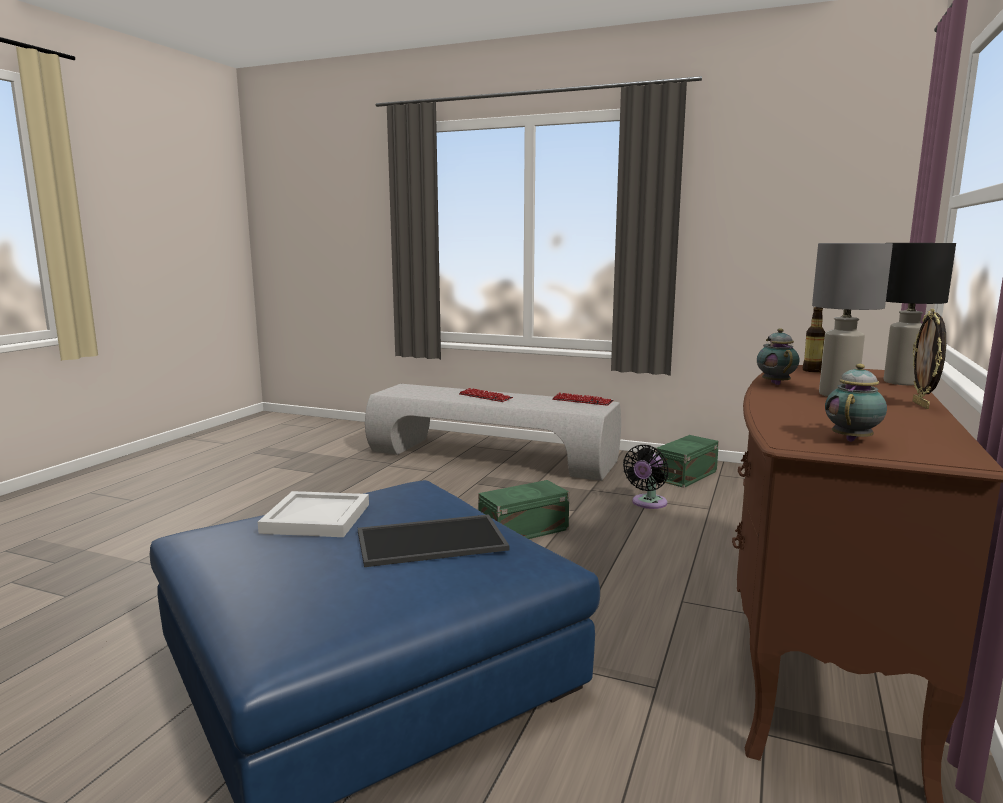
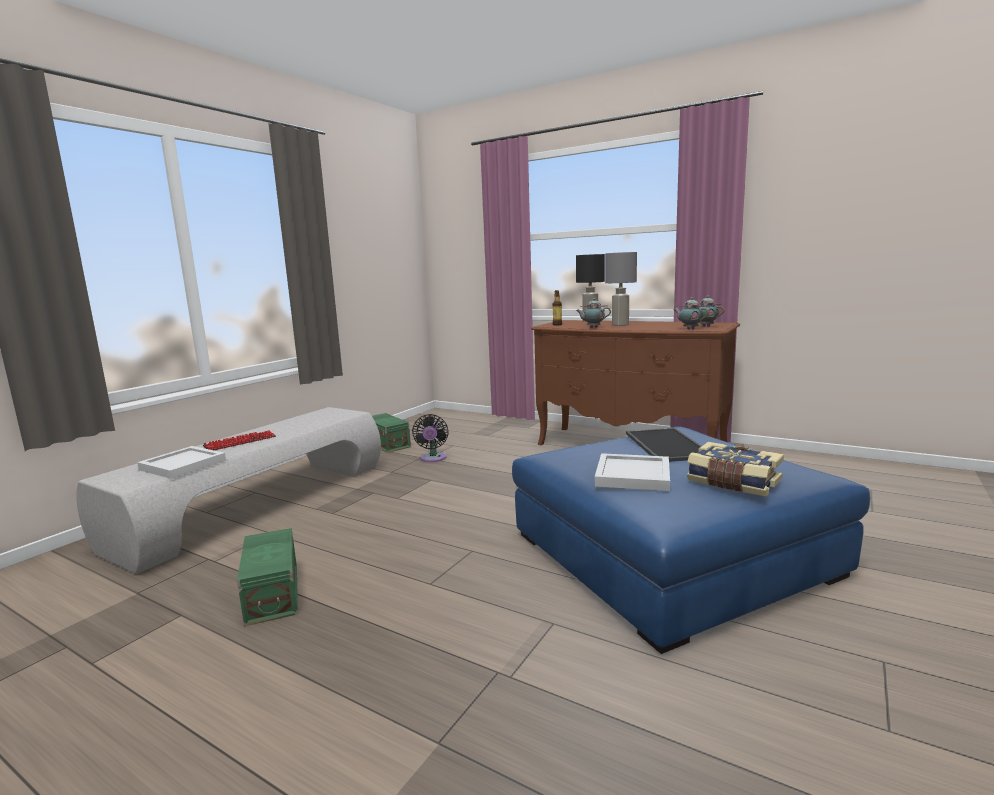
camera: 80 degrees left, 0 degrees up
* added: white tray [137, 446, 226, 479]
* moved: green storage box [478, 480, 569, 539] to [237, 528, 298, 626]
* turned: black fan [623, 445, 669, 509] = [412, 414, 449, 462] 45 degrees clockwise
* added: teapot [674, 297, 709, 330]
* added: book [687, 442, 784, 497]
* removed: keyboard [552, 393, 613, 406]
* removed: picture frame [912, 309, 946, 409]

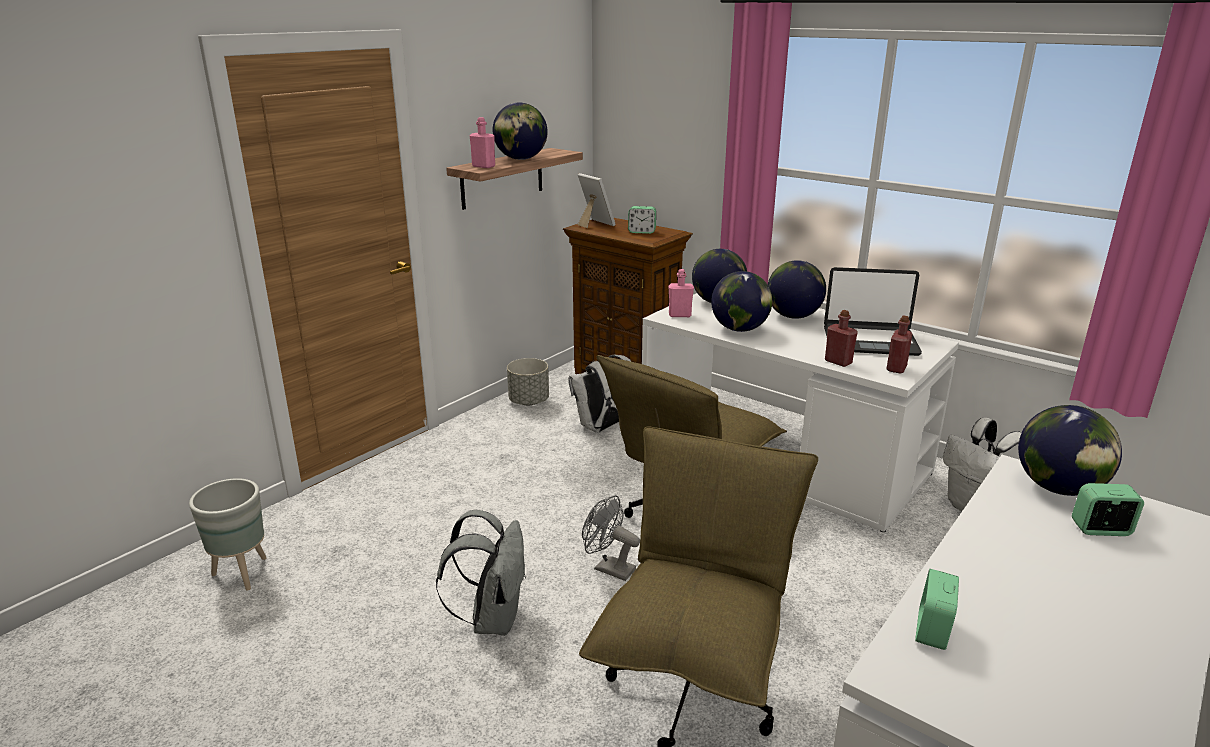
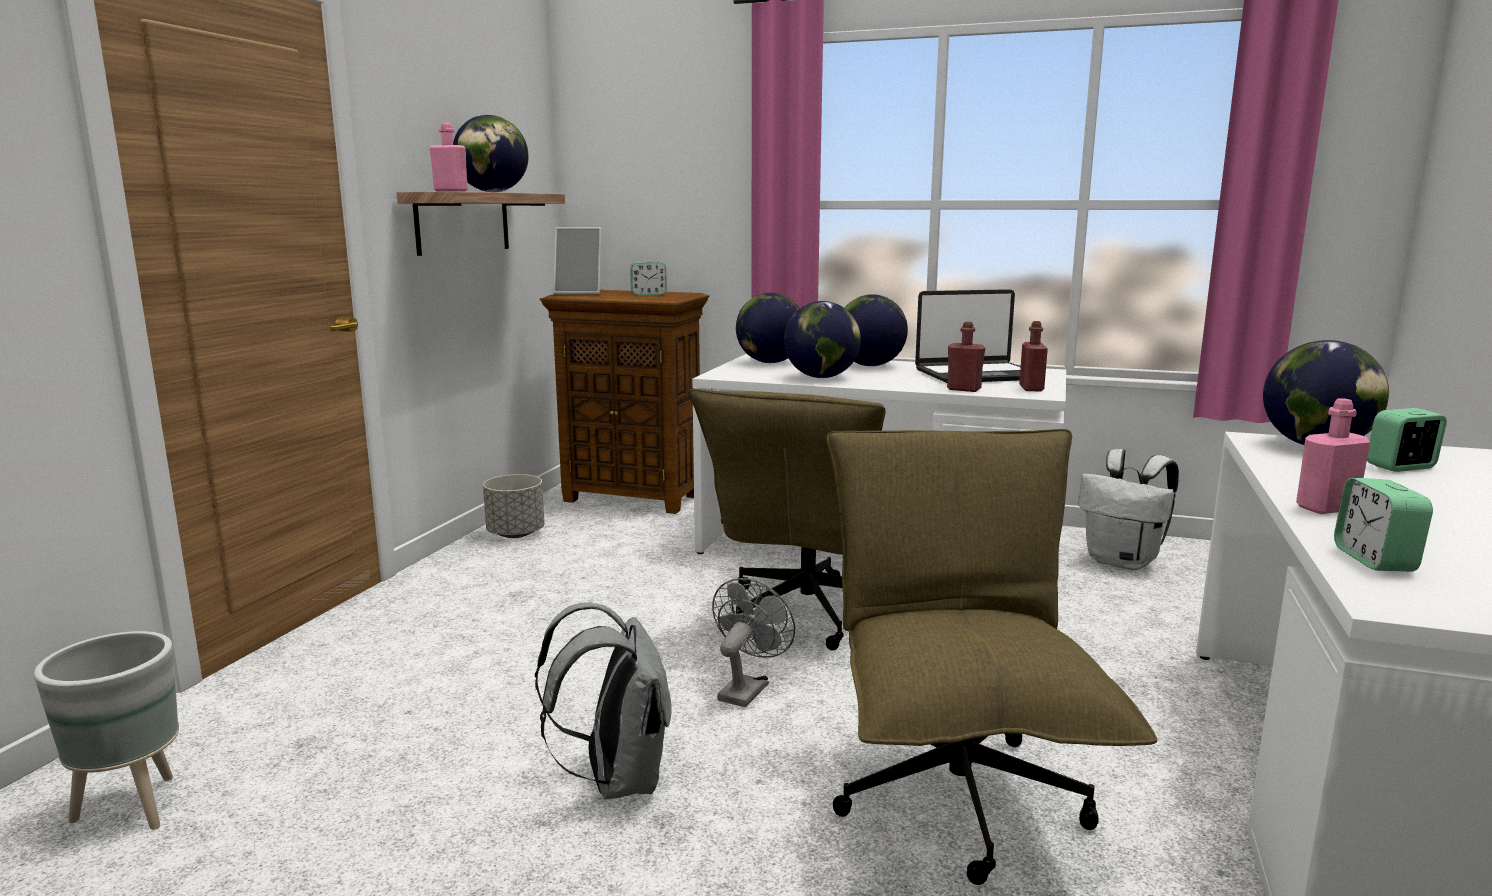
camera: 20 degrees left, 10 degrees down
* turned: picture frame [578, 173, 616, 228] = [553, 227, 601, 295] 150 degrees clockwise
* turned: grey fan [582, 495, 640, 581] = [712, 578, 795, 707] 105 degrees clockwise
* moved: pink bottle [668, 269, 694, 317] to [1296, 398, 1370, 514]
* removed: white backpack [568, 355, 632, 433]

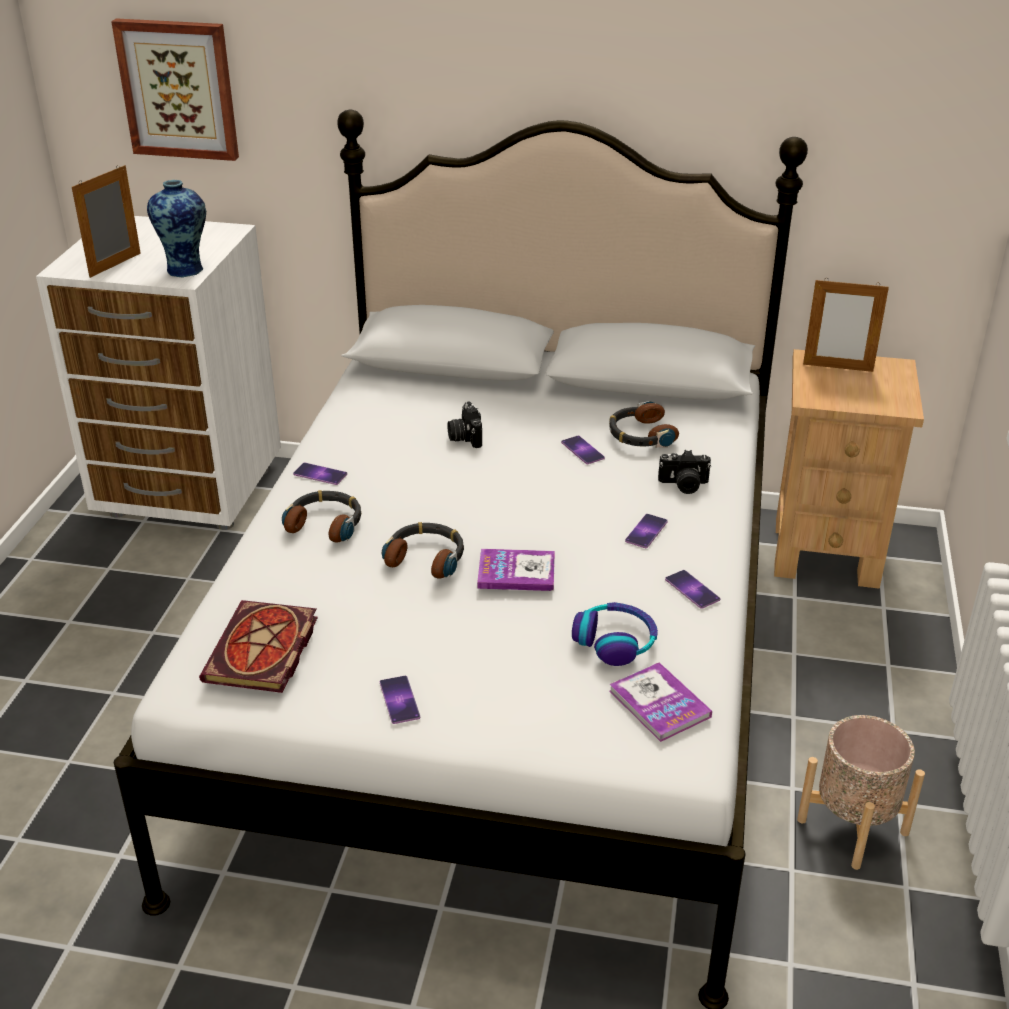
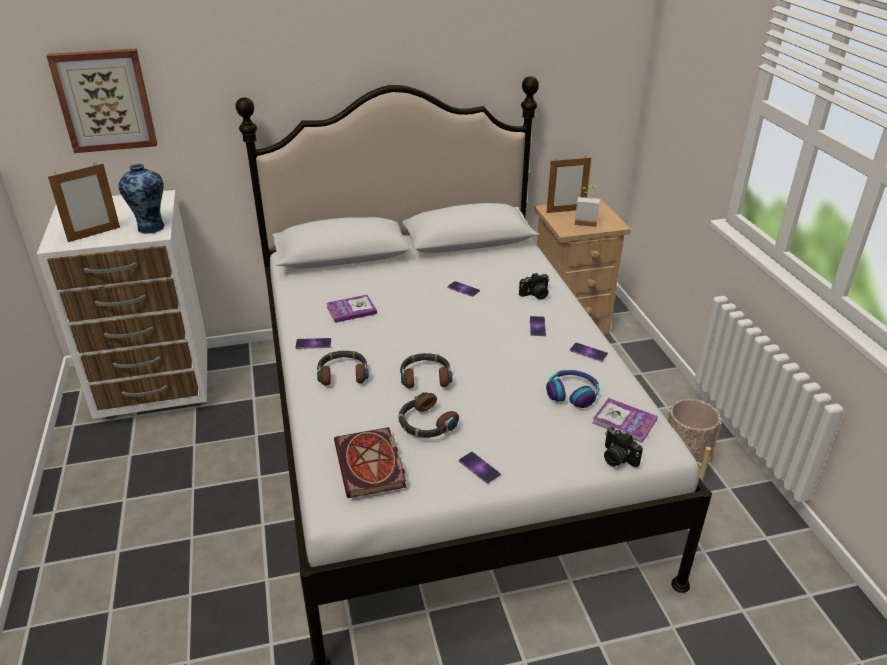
camera: 25 degrees left, 0 degrees up
* turned: picture frame [72, 165, 141, 278] = [48, 164, 120, 242] 135 degrees counterclockwise
* moved: book [477, 549, 555, 591] to [326, 294, 377, 323]
* moved: headphones [609, 401, 679, 448] to [399, 392, 459, 438]
* added: potted plant [575, 185, 600, 227]
* moved: photo camera [447, 402, 482, 448] to [604, 427, 643, 467]

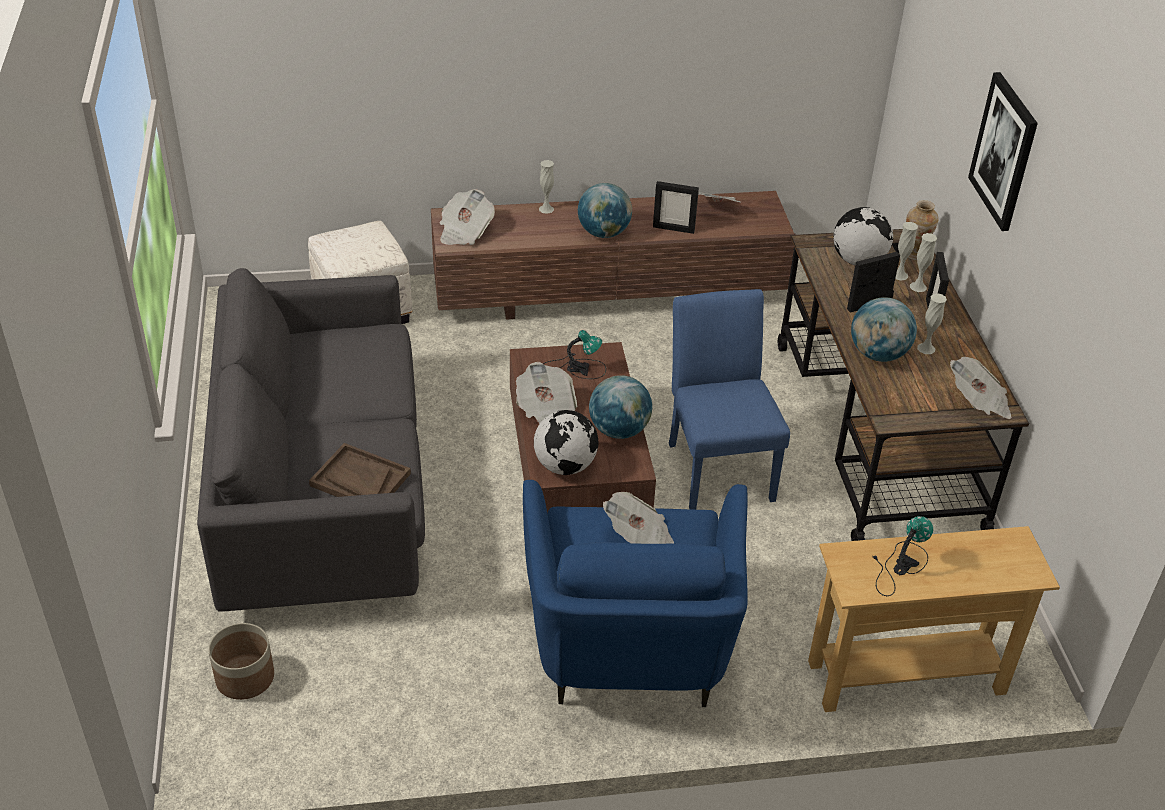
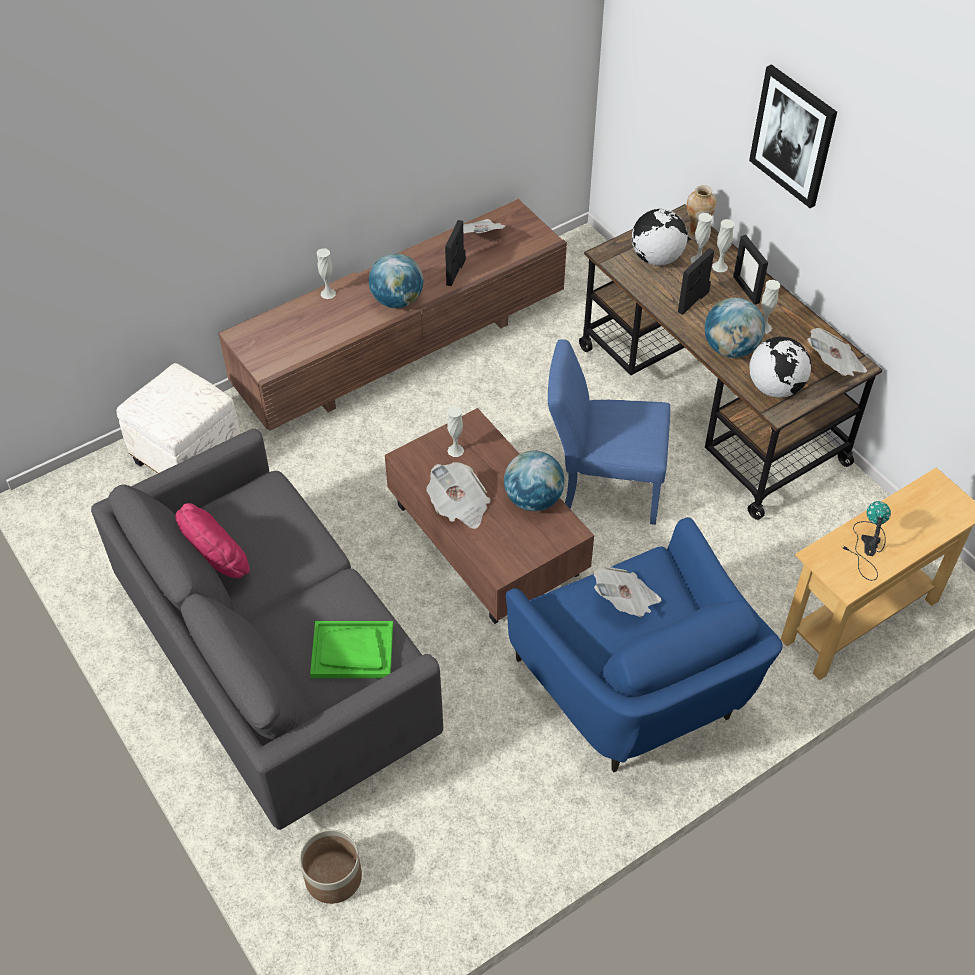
camera: 25 degrees left, 10 degrees up
* added: pink pillow [175, 503, 250, 578]
* recoloured: brown tray [309, 443, 411, 497] to green tray [310, 621, 393, 678]
* turned: picture frame [653, 181, 699, 234] = [445, 220, 466, 286] 120 degrees clockwise
* replaced: table lamp [543, 330, 606, 379] to white vase [447, 406, 464, 457]
* turned: blue chair [669, 289, 790, 510] = [548, 339, 670, 525] 45 degrees counterclockwise
* moved: globe [534, 410, 599, 475] to [749, 337, 811, 398]
* removed: newspaper [440, 189, 495, 245]

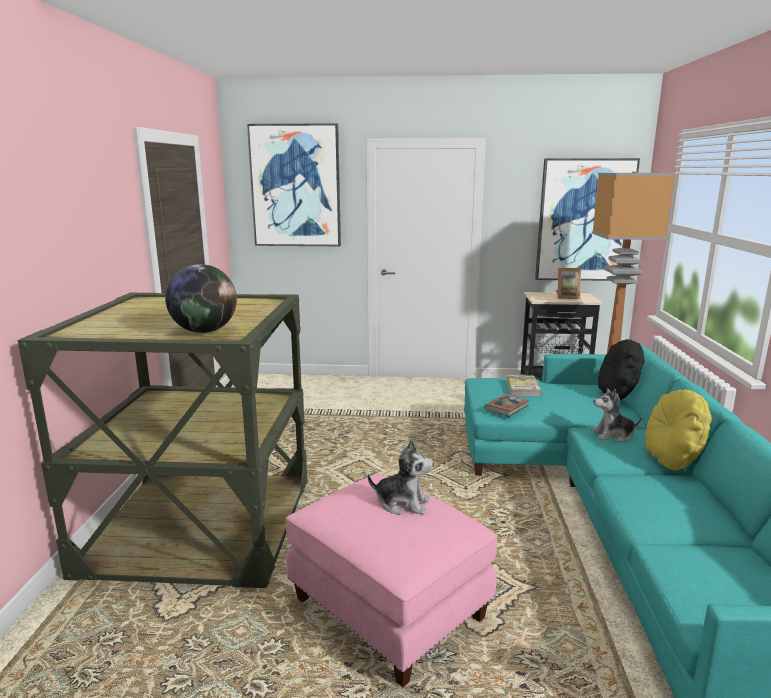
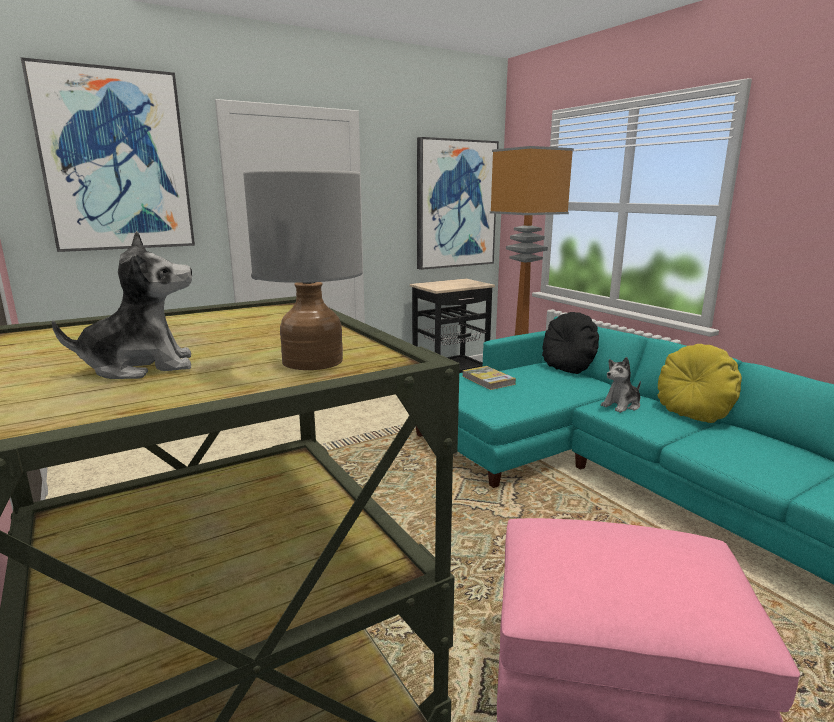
camera: 35 degrees left, 0 degrees up
* moved: plush toy [368, 439, 434, 515] to [52, 231, 192, 379]
* replaced: globe [165, 264, 237, 333] to grey table lamp [243, 170, 363, 370]
* removed: book [485, 394, 529, 417]
* removed: picture frame [556, 268, 581, 299]

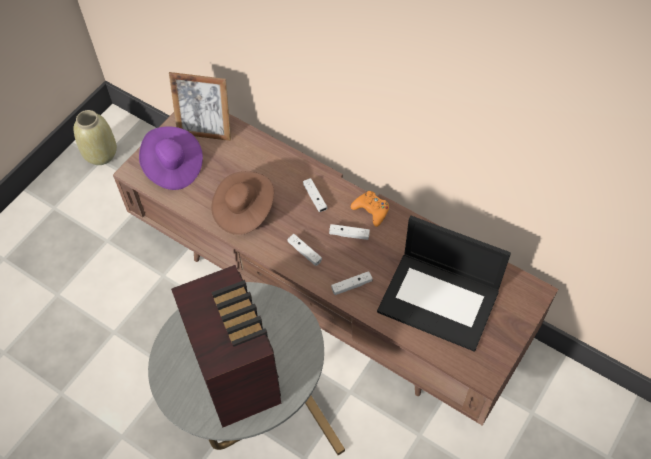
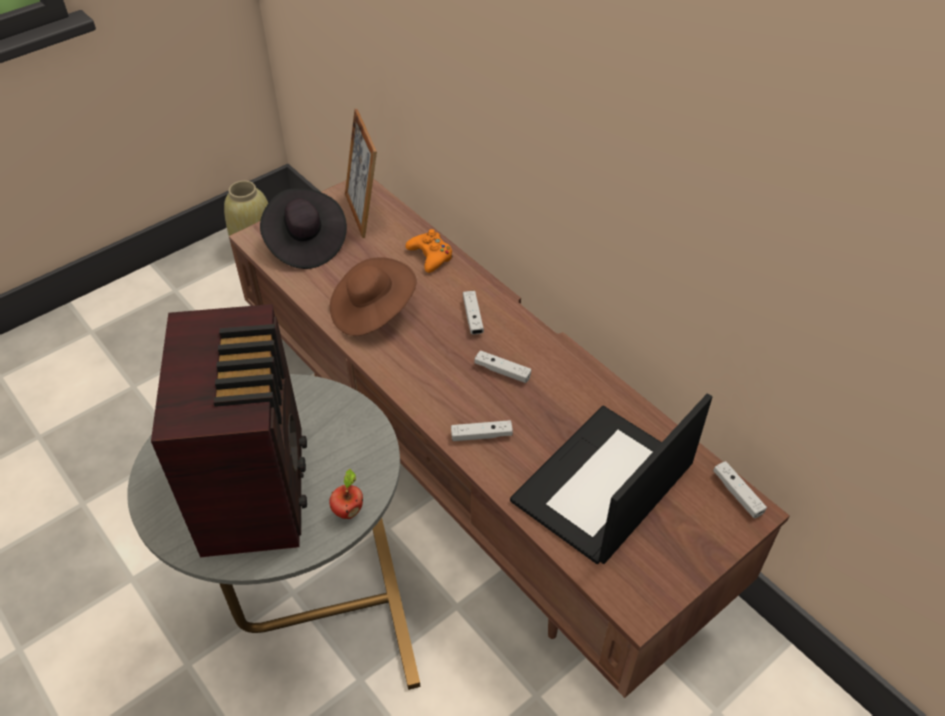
camera: 15 degrees right, 10 degrees down
* recoloured: purple hat [139, 126, 203, 190] to black hat [260, 188, 347, 269]
* added: apple [329, 469, 363, 519]
* turned: picture frame [169, 72, 231, 141] = [345, 109, 377, 238] 45 degrees clockwise
* moved: orange game controller [351, 191, 389, 227] to [406, 229, 453, 273]
* turned: laptop [377, 216, 511, 352] = [510, 393, 712, 564] 90 degrees clockwise
* moved: white game controller [287, 234, 322, 266] to [713, 461, 767, 519]

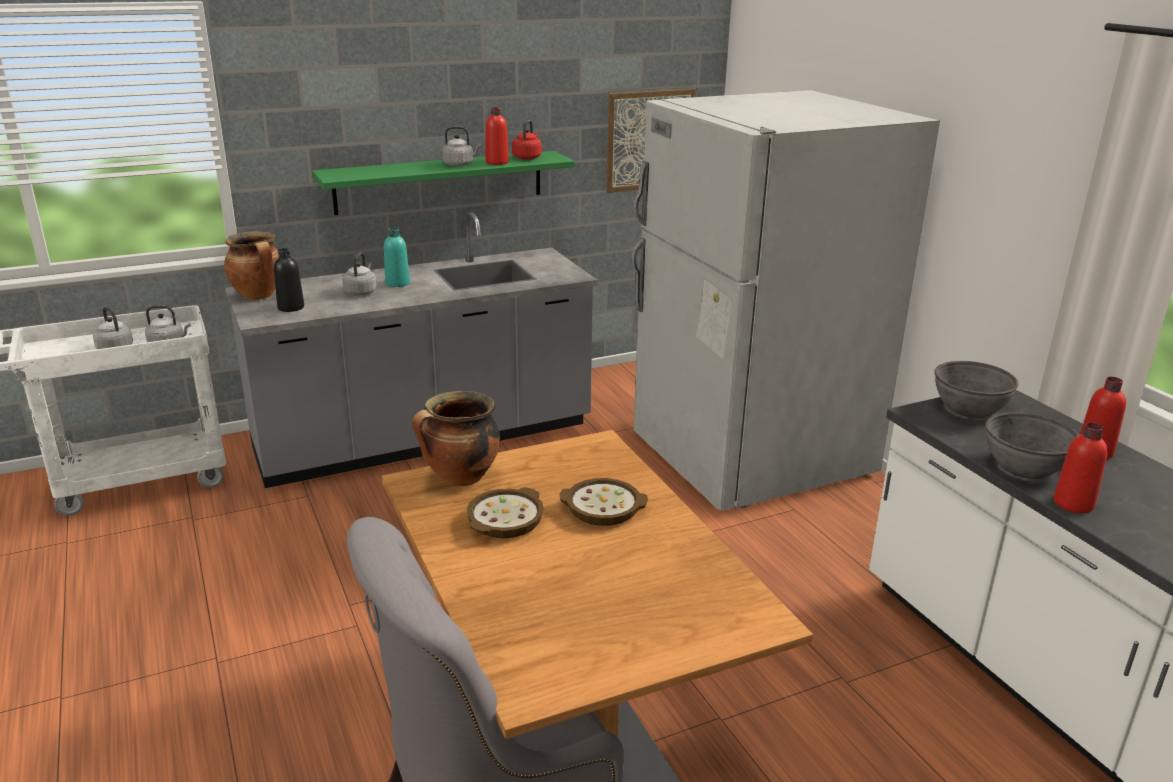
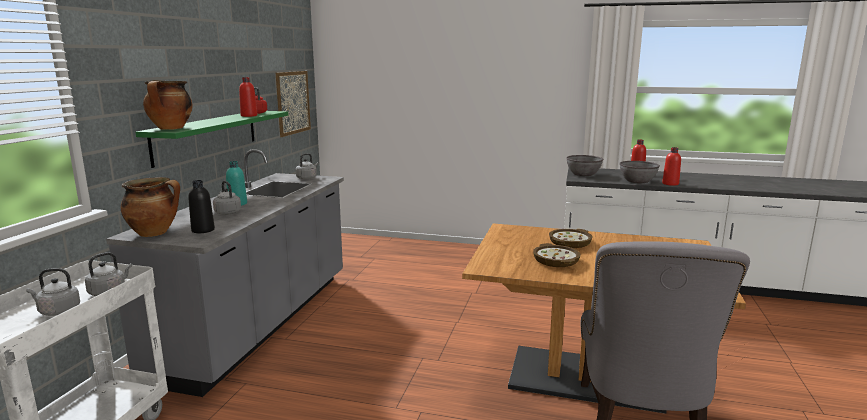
camera: 50 degrees left, 10 degrees down
* moved: cooking pot [412, 391, 500, 486] to [143, 80, 192, 130]
* moved: grey kettle [442, 126, 482, 166] to [296, 153, 319, 179]
* removed: white fridge [631, 90, 940, 511]

